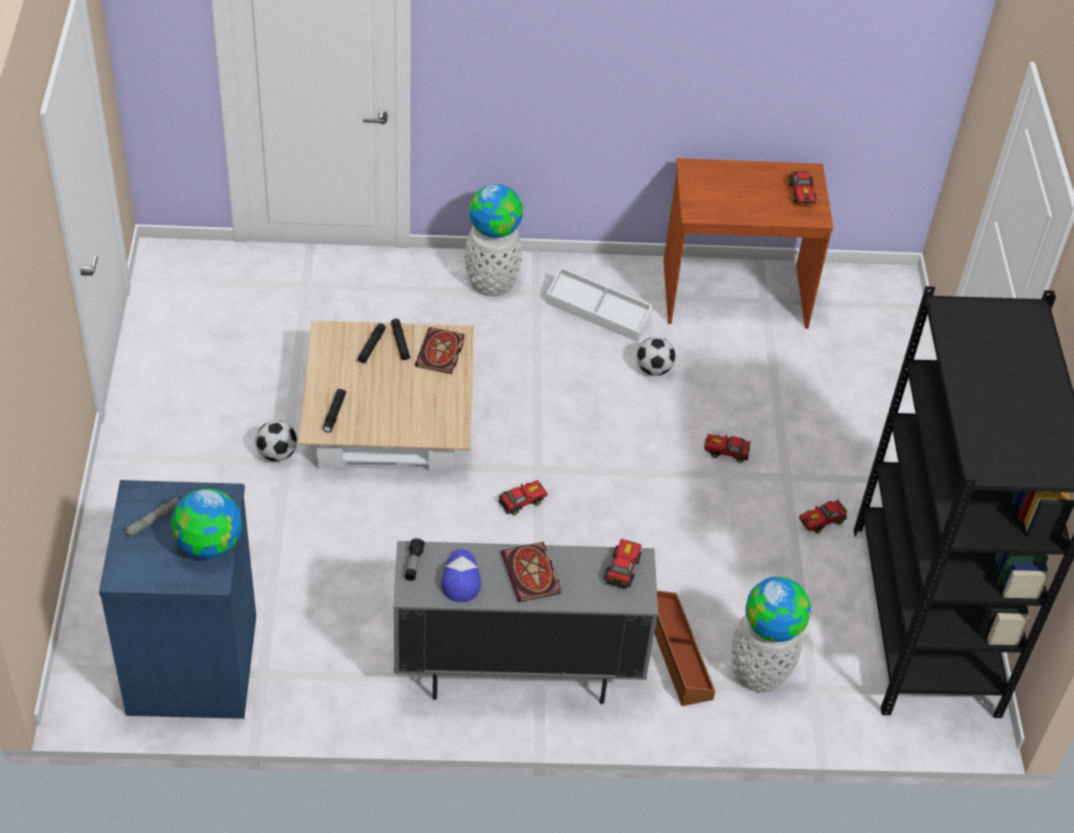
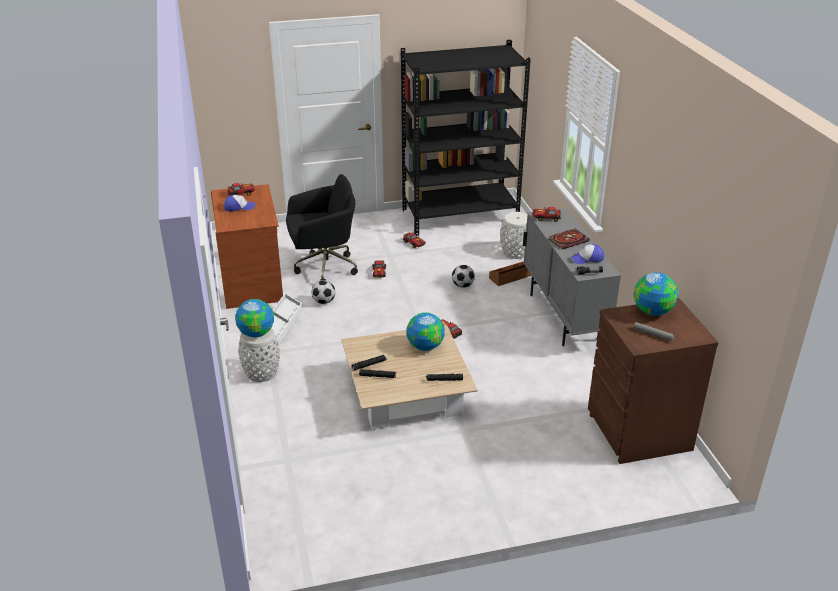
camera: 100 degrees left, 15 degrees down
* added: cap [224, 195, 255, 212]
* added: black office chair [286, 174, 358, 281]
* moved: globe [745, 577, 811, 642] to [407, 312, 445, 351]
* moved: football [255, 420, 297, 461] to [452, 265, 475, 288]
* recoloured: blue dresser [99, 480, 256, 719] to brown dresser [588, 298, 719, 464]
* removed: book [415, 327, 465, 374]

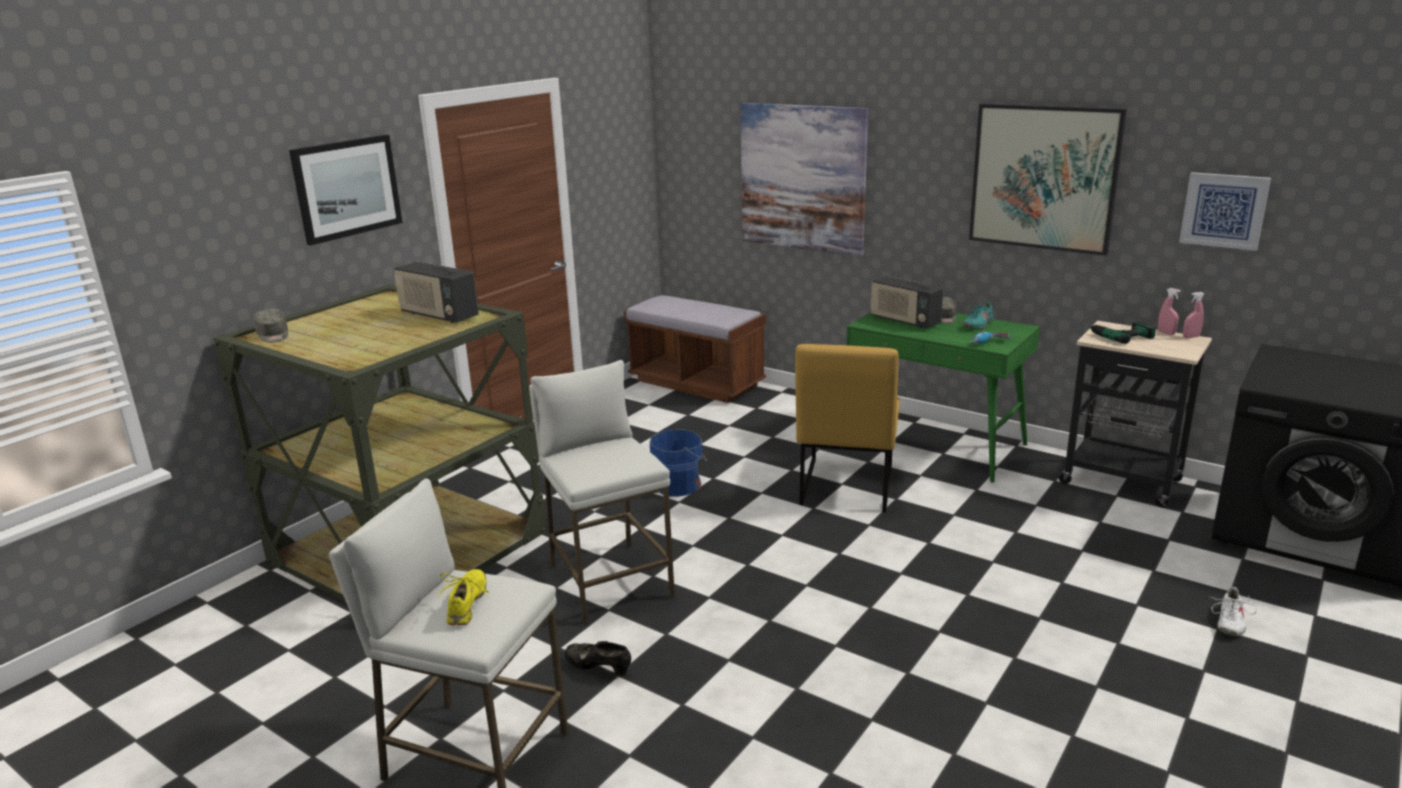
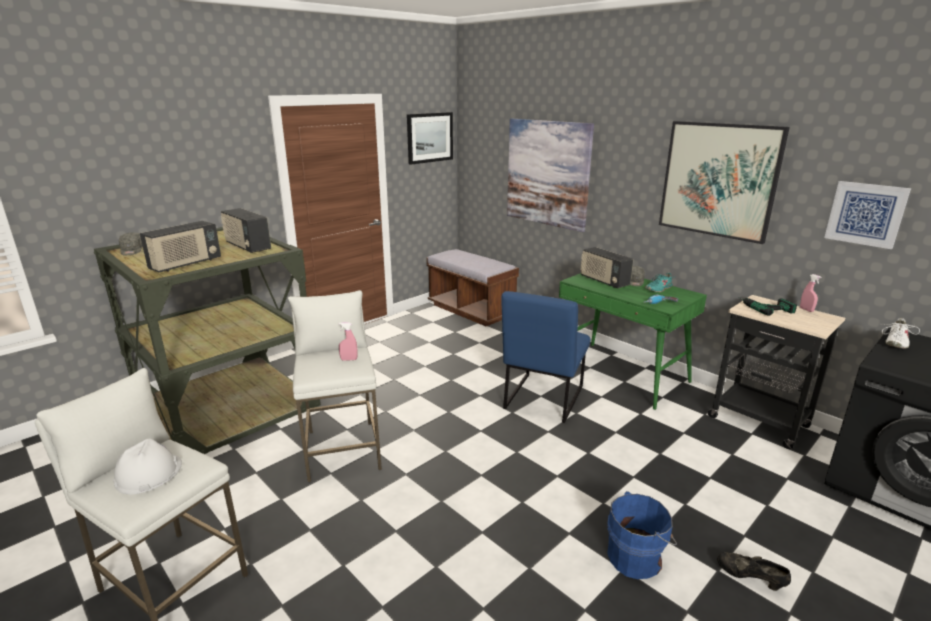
camera: 10 degrees right, 0 degrees up
* replaced: yellow shoe [438, 569, 488, 626] to white hard hat [113, 438, 182, 495]
* added: radio [140, 221, 221, 272]
* moved: pink spray bottle [1183, 292, 1204, 338] to [339, 322, 358, 361]
* moved: picture [289, 135, 403, 245] to [407, 112, 453, 165]
* recoloured: yellow chair [795, 344, 900, 512] to blue chair [502, 291, 590, 423]
* moved: blue bucket [650, 428, 708, 497] to [607, 491, 677, 579]
* moved: black shoe [565, 641, 631, 676] to [717, 552, 791, 591]
* moved: white shoe [1211, 586, 1257, 636] to [882, 318, 920, 349]

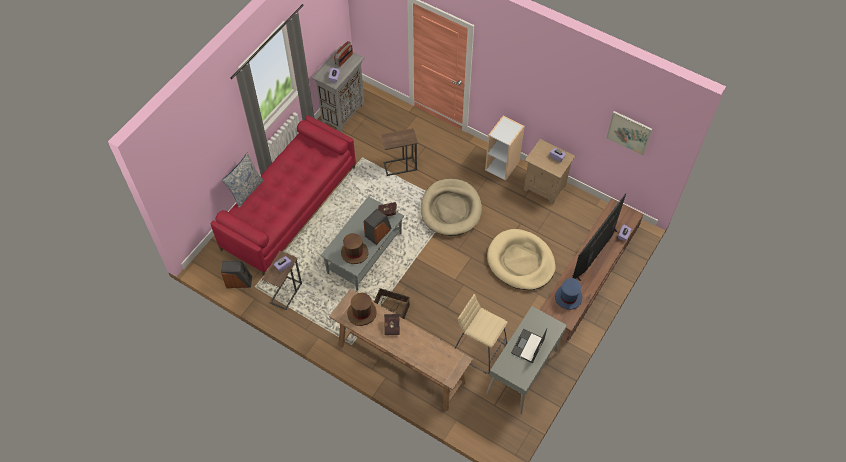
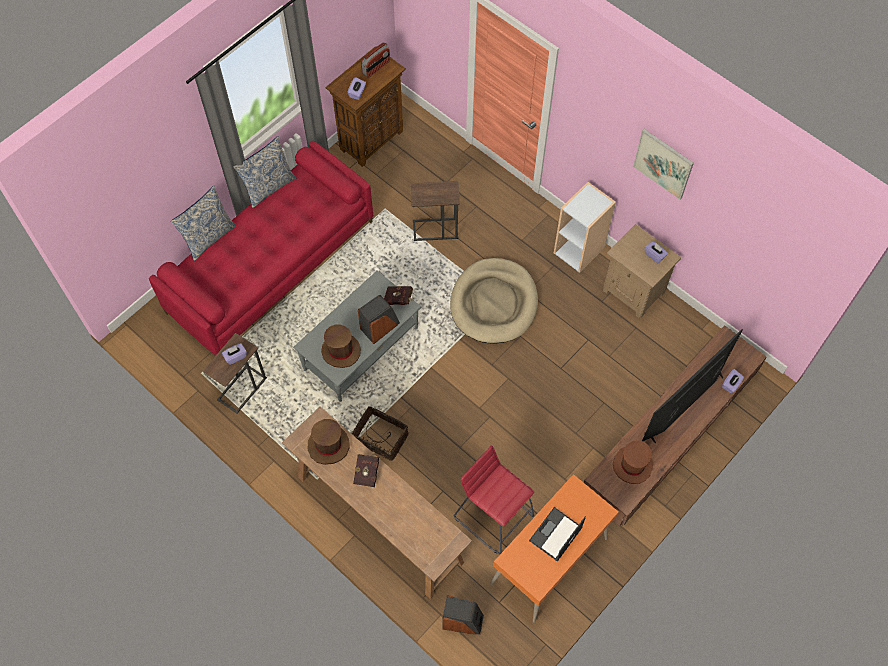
camera: 10 degrees right, 5 degrees up
* added: pillow [234, 136, 296, 208]
* recoloured: grey cabinet [311, 46, 365, 132] to brown cabinet [325, 46, 406, 167]
* moved: speaker [221, 260, 252, 288] to [443, 595, 484, 635]
* recoloured: beige stool [455, 294, 508, 374] to red stool [454, 446, 534, 554]
* recoloured: grey desk [486, 306, 567, 414] to orange desk [490, 474, 618, 623]
* recoloured: blue hat [555, 278, 583, 310] to brown hat [613, 440, 653, 484]
* moved: picture [606, 111, 652, 156] to [633, 129, 694, 200]
* removed: beige dog bed [487, 229, 556, 290]

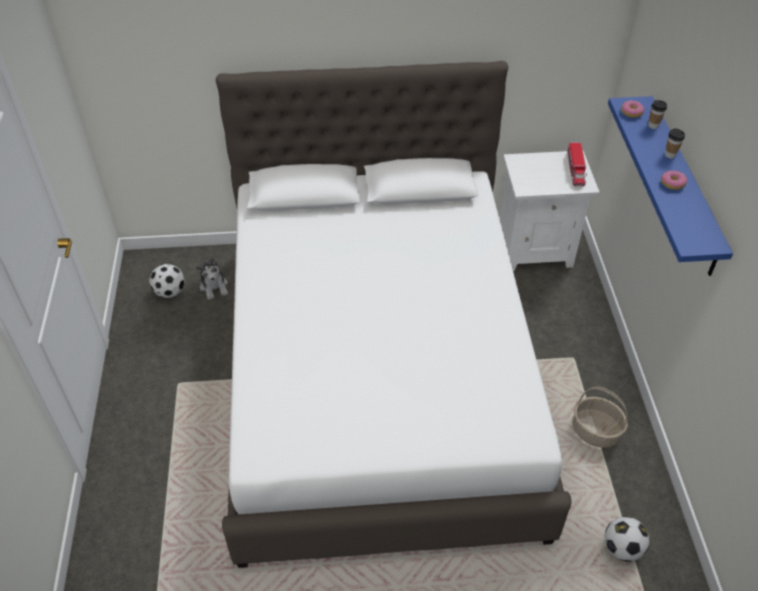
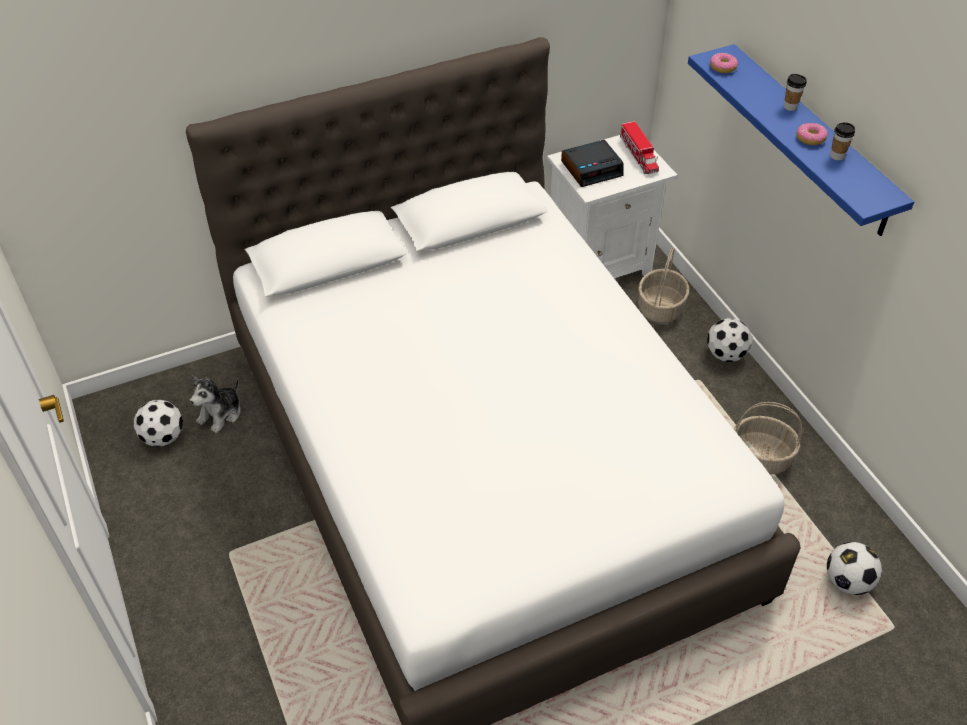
camera: 20 degrees left, 0 degrees up
* turned: plush toy [195, 258, 228, 300] = [190, 375, 241, 433] 75 degrees clockwise
* added: alarm clock [561, 140, 623, 187]
* added: basket [638, 247, 689, 323]
* added: football [707, 318, 752, 362]
* moved: cup [648, 100, 667, 129] to [830, 122, 855, 160]

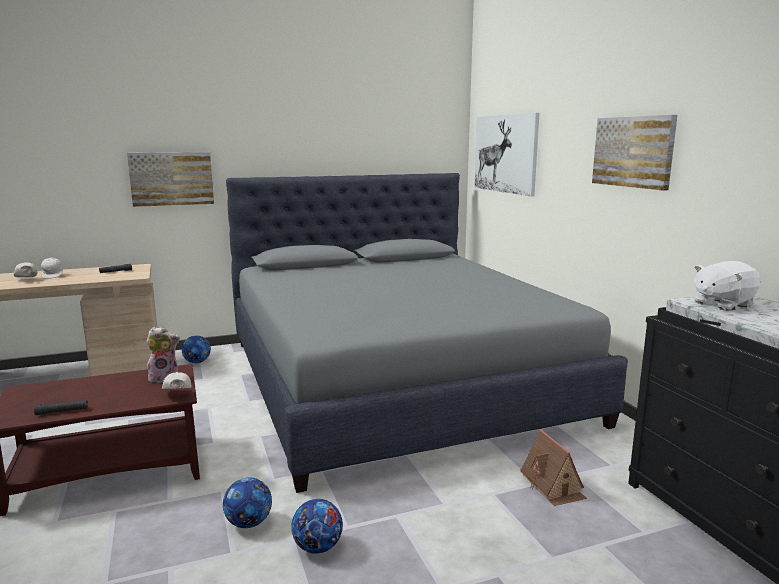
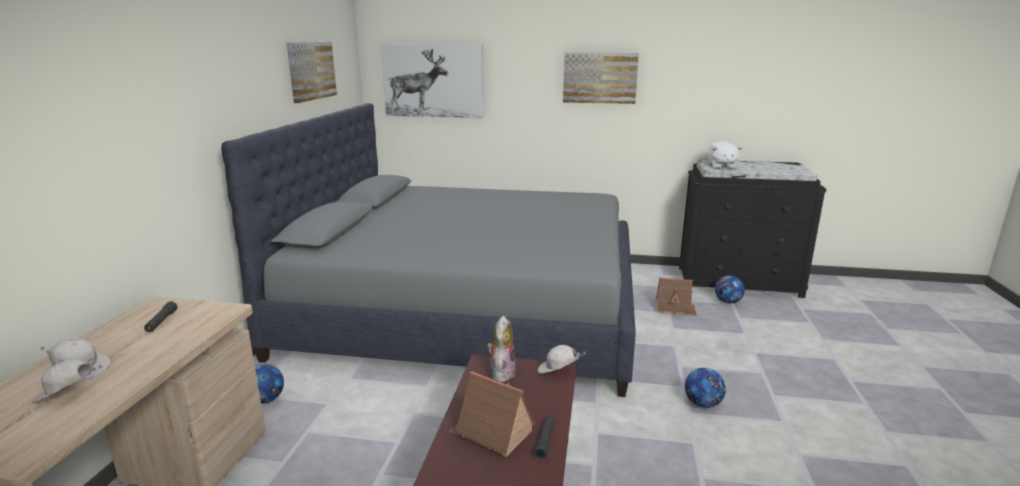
camera: 60 degrees left, 5 degrees up
* moved: picture [127, 152, 214, 207] to [286, 42, 337, 103]
* added: toy house [449, 371, 536, 457]
* moved: football [223, 477, 272, 528] to [715, 275, 745, 304]

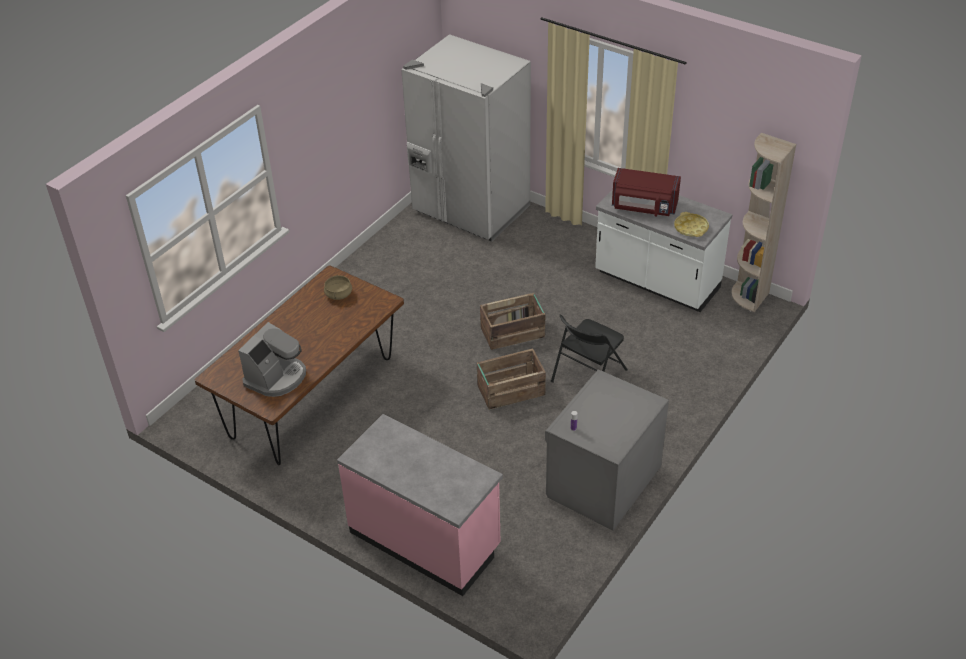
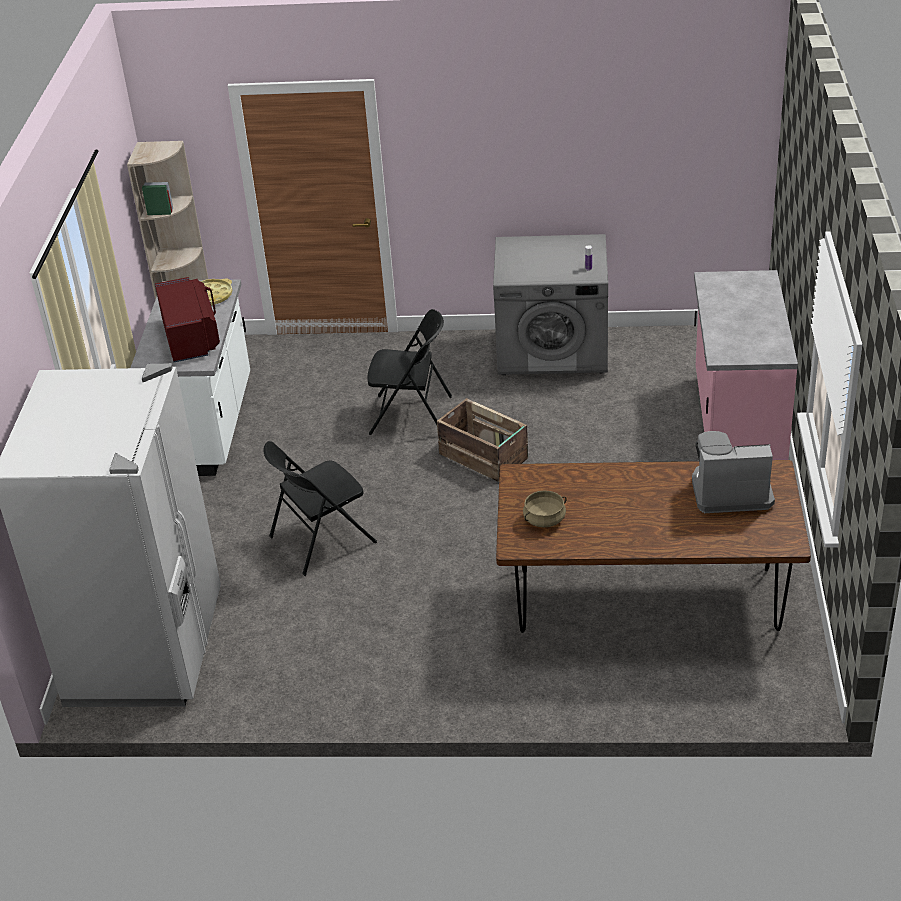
camera: 120 degrees left, 5 degrees down
* added: black chair [263, 441, 377, 576]
* removed: crate [480, 293, 545, 350]

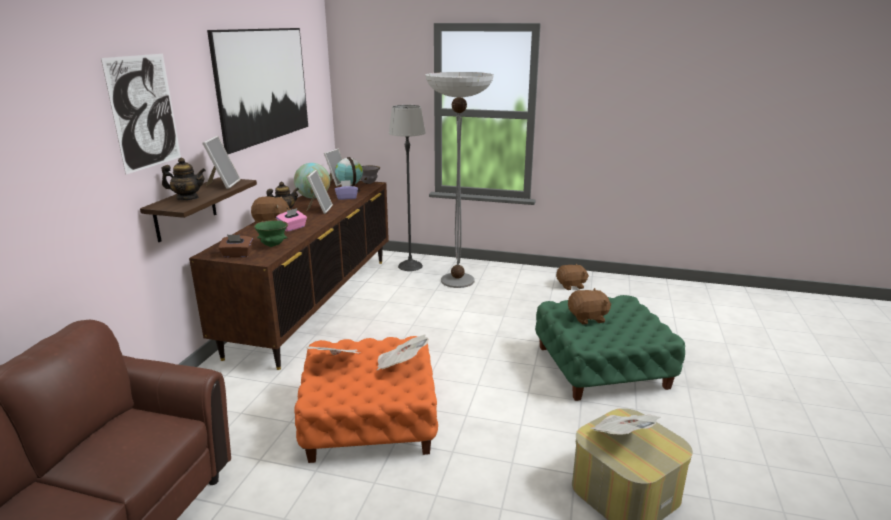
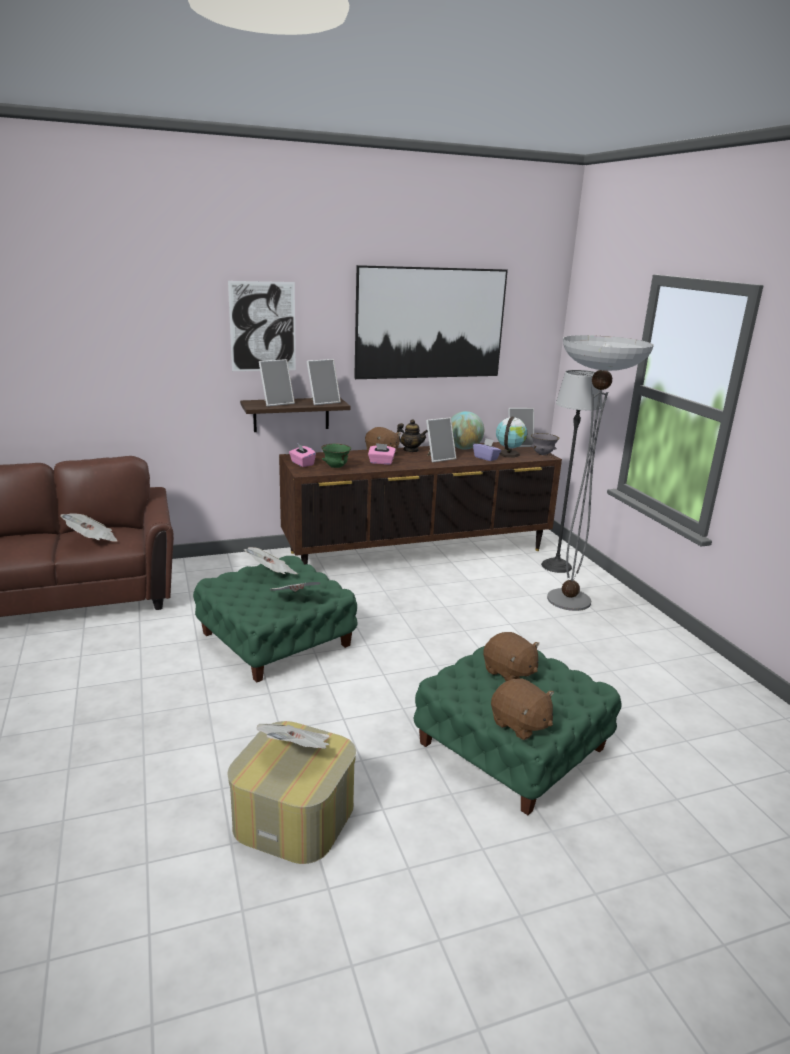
camera: 55 degrees right, 0 degrees up
* added: newspaper [60, 513, 117, 542]
* recoloured: orange ottoman [294, 336, 438, 463] to green ottoman [193, 556, 357, 683]
* replaced: teapot [162, 158, 206, 200] to picture frame [259, 359, 295, 407]
* recoloured: brown tissue box [218, 235, 253, 258] to pink tissue box [289, 443, 316, 467]
* moved: brown plush toy [556, 264, 589, 290] to [491, 678, 554, 740]

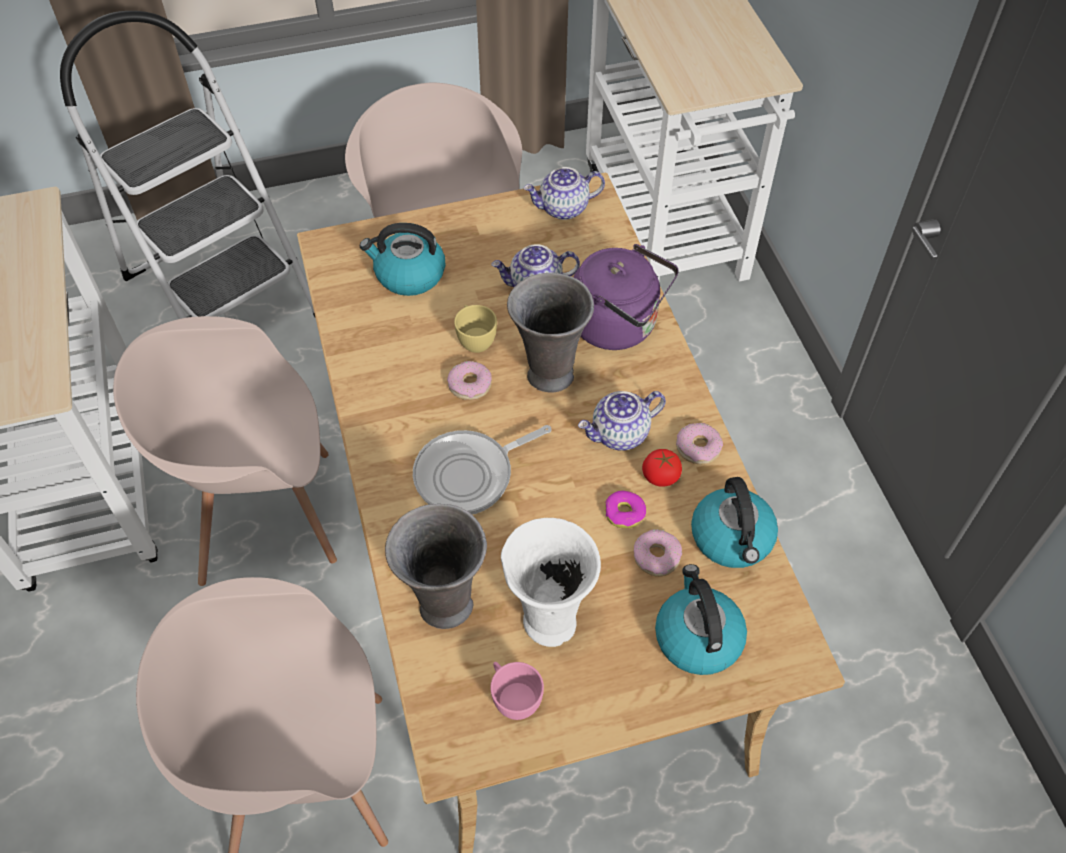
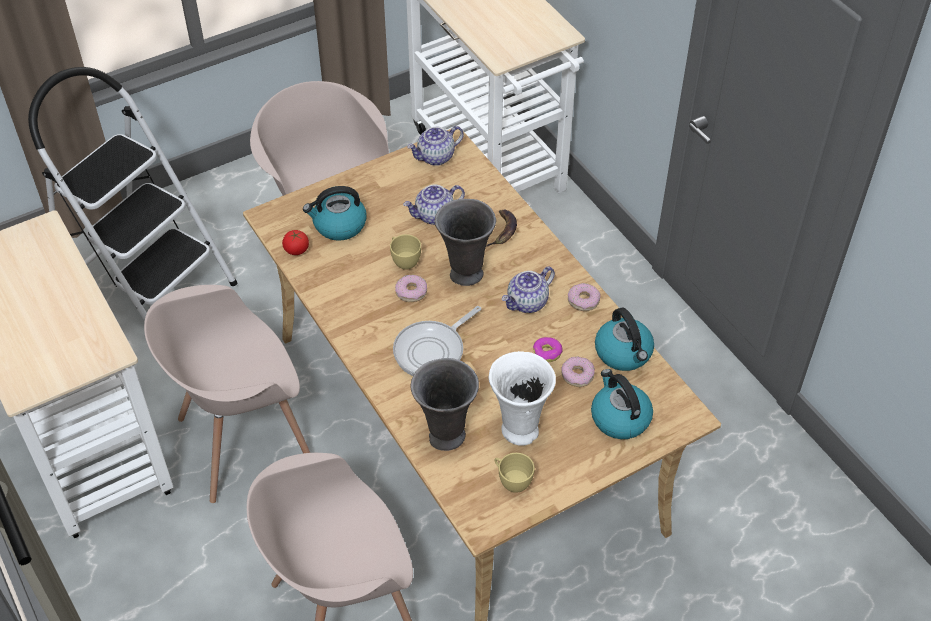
camera: 15 degrees left, 5 degrees down
* moved: tomato [642, 449, 682, 487] to [282, 230, 309, 255]
* replaced: purple kettle [574, 244, 679, 350] to banana [486, 210, 517, 247]
* recoloured: pink cup [491, 662, 544, 720] to yellow cup [494, 453, 535, 493]

